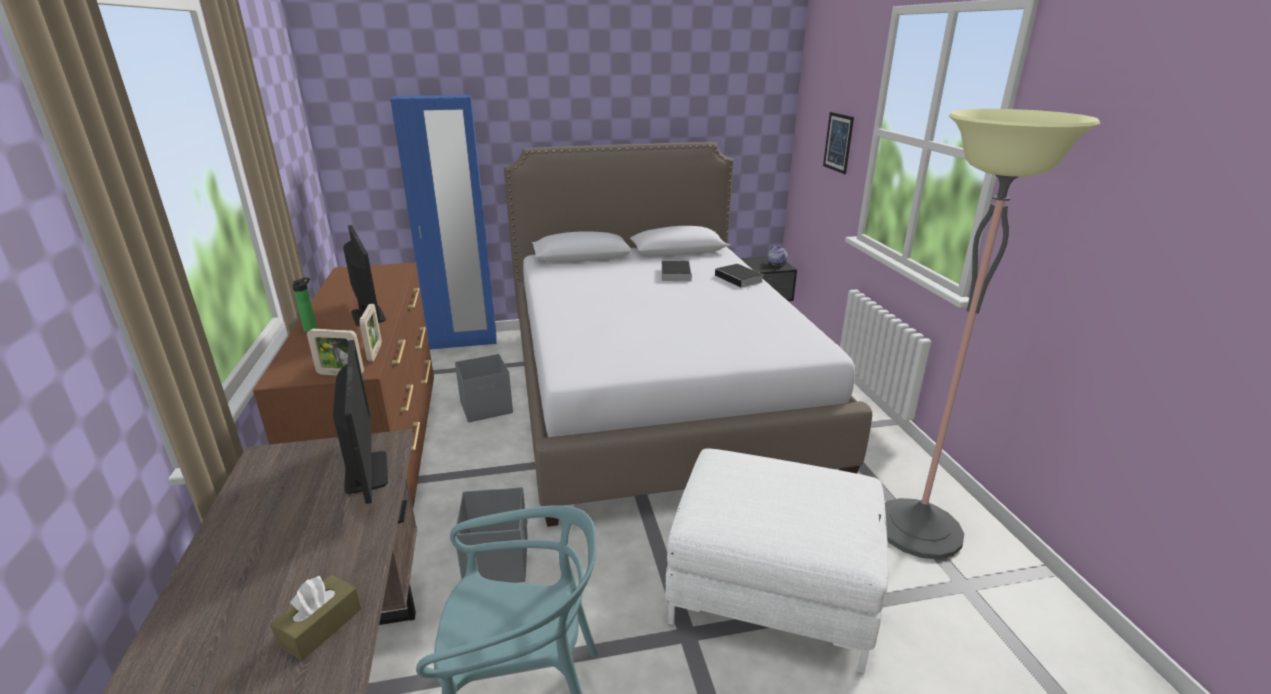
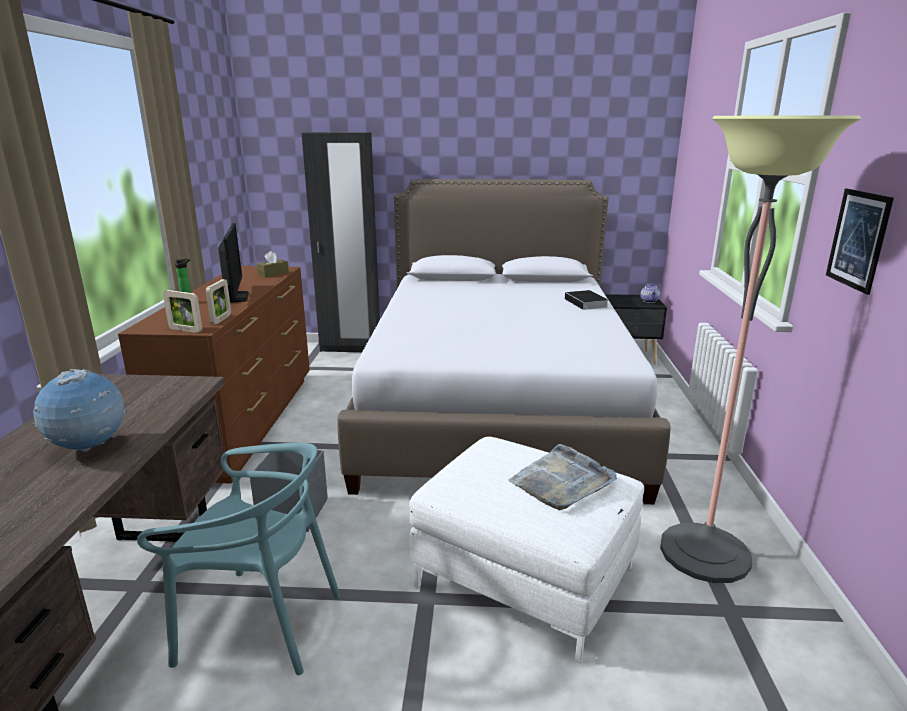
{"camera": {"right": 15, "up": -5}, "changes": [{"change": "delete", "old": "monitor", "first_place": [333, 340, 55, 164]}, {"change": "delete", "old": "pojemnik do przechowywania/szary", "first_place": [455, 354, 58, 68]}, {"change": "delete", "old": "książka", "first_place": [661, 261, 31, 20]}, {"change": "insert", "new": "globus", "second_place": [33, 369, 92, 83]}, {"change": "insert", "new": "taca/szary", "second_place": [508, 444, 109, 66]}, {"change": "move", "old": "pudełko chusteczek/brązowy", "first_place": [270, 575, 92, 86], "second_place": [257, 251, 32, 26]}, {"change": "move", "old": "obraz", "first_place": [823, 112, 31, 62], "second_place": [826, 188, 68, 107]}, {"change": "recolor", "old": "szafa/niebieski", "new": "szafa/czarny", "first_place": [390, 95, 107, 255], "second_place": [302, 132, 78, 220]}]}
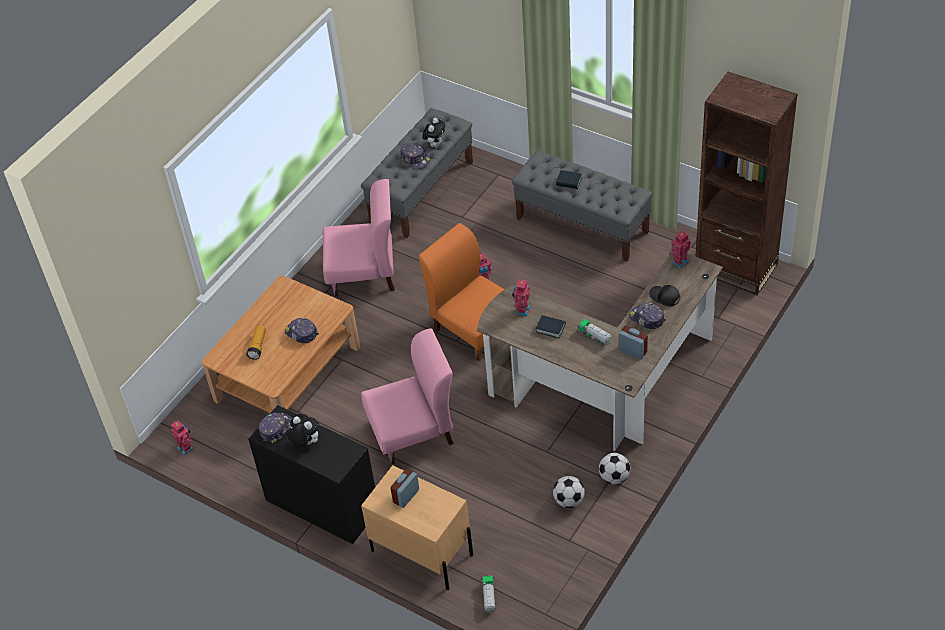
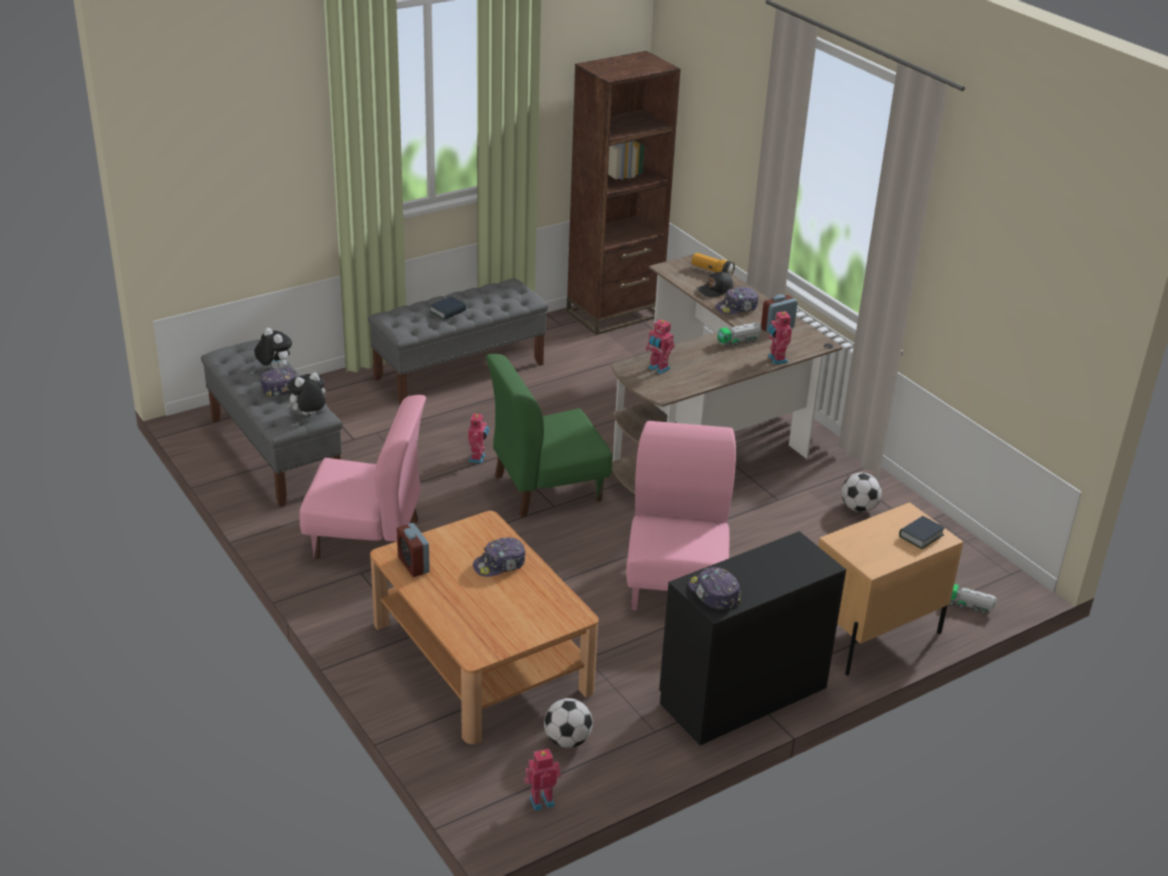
{"camera": {"right": -70, "up": -15}, "changes": [{"change": "move", "old": "latarka", "first_place": [247, 326, 19, 34], "second_place": [692, 253, 43, 23]}, {"change": "move", "old": "pluszak", "first_place": [287, 414, 32, 33], "second_place": [286, 372, 40, 43]}, {"change": "move", "old": "budzik", "first_place": [390, 469, 29, 39], "second_place": [397, 523, 33, 54]}, {"change": "move", "old": "książka", "first_place": [536, 315, 30, 24], "second_place": [899, 516, 46, 33]}, {"change": "move", "old": "piłka futbolowa", "first_place": [599, 453, 31, 31], "second_place": [544, 698, 49, 50]}, {"change": "move", "old": "robot zabawkowy", "first_place": [670, 231, 21, 37], "second_place": [768, 311, 24, 53]}, {"change": "recolor", "old": "krzesło/pomarańczowy", "new": "krzesło/zielony", "first_place": [419, 223, 86, 138], "second_place": [486, 354, 126, 163]}, {"change": "rotate", "old": "krzesło/różowy", "first_place": [323, 179, 72, 117], "second_place": [300, 395, 126, 164], "degrees": 75}]}
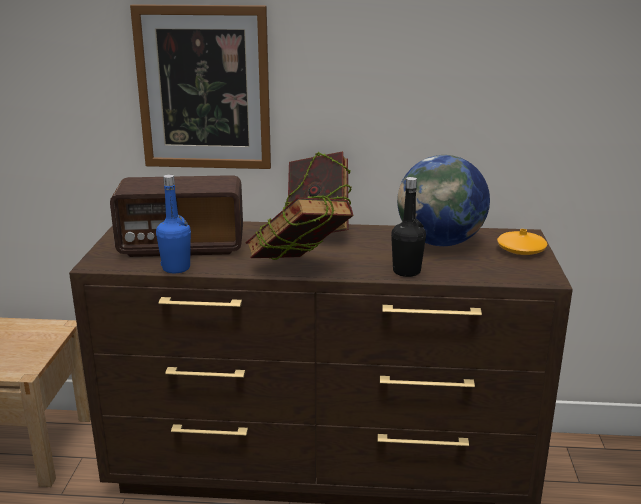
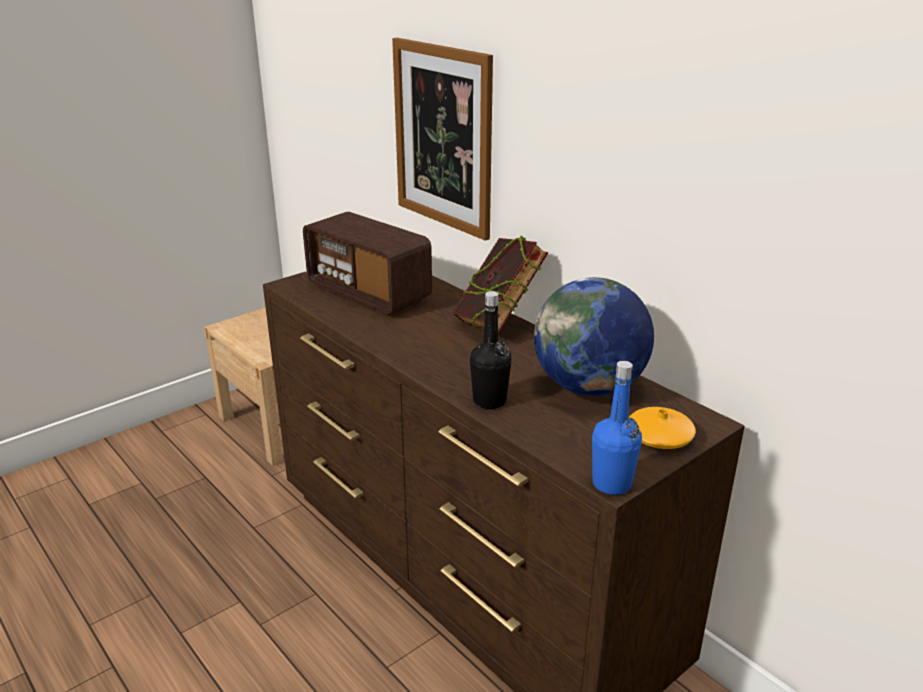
{"camera": {"right": 45, "up": 5}, "changes": [{"change": "delete", "old": "książka", "first_place": [246, 195, 108, 65]}, {"change": "move", "old": "butelka/niebieski", "first_place": [156, 174, 35, 99], "second_place": [592, 361, 50, 134]}]}
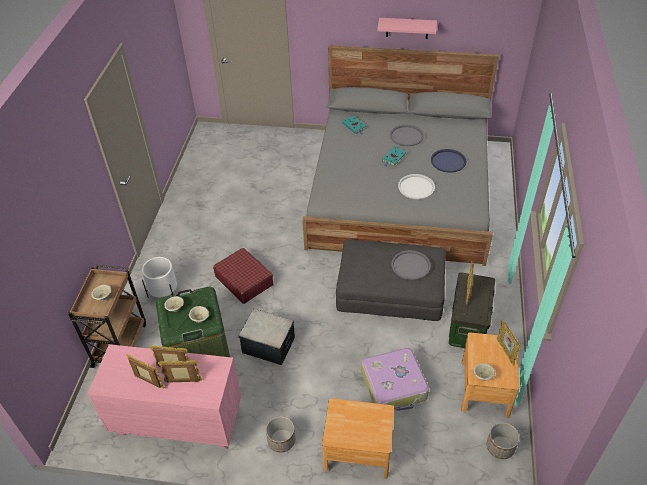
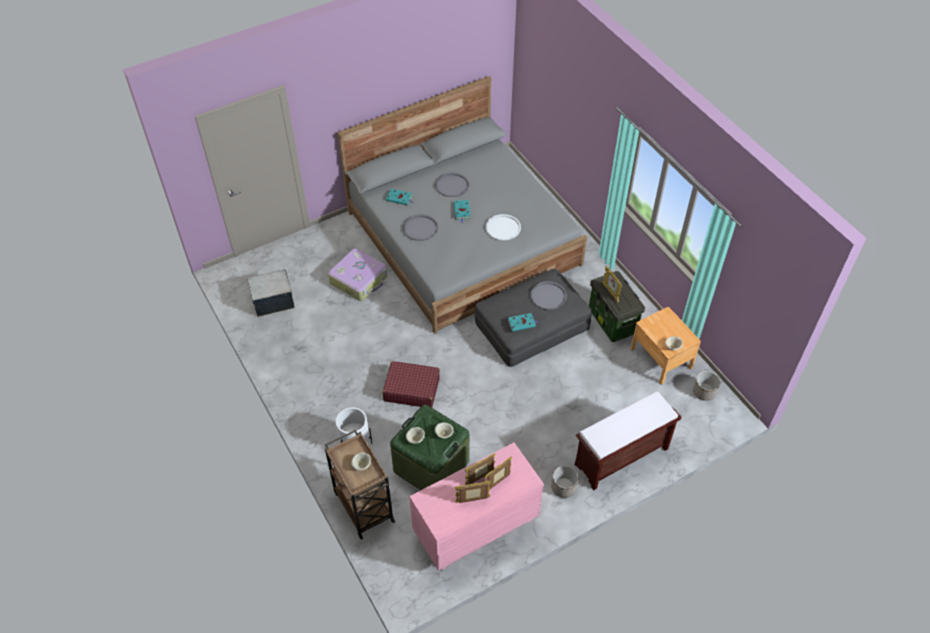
{"camera": {"right": -40, "up": 5}, "changes": [{"change": "delete", "old": "półka/różowy", "first_place": [377, 18, 60, 21]}, {"change": "delete", "old": "taca/niebieski", "first_place": [431, 149, 35, 24]}, {"change": "delete", "old": "ramka na zdjęcie", "first_place": [497, 320, 23, 46]}, {"change": "insert", "new": "taca/szary", "second_place": [403, 214, 35, 27]}, {"change": "insert", "new": "książka/turkusowy", "second_place": [508, 313, 30, 19]}, {"change": "move", "old": "pojemnik do przechowywania", "first_place": [238, 309, 57, 56], "second_place": [247, 269, 48, 48]}, {"change": "move", "old": "walizka", "first_place": [361, 348, 68, 63], "second_place": [328, 248, 60, 53]}, {"change": "replace", "old": "szafka nocna/brązowy", "new": "ławka/brązowy", "first_place": [322, 398, 72, 81], "second_place": [575, 391, 106, 99]}]}
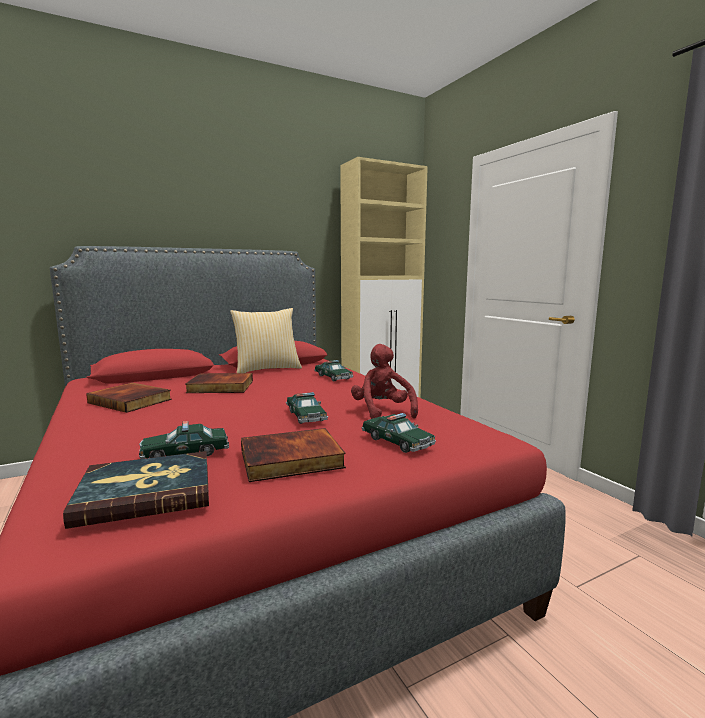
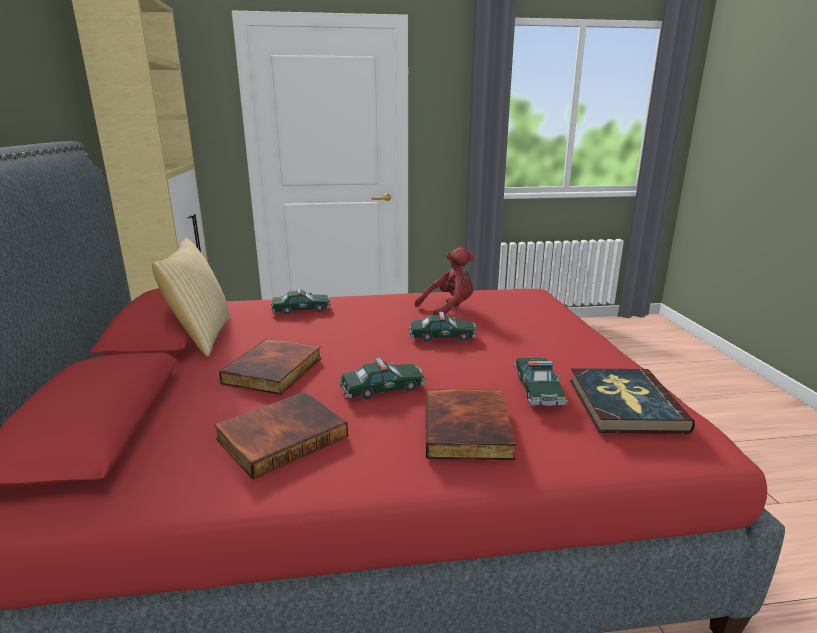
{"camera": {"right": -70, "up": 10}, "changes": [{"change": "move", "old": "książka", "first_place": [241, 428, 105, 54], "second_place": [425, 389, 91, 71]}, {"change": "move", "old": "samochodzik", "first_place": [361, 413, 75, 40], "second_place": [340, 358, 85, 42]}, {"change": "rotate", "old": "pluszak/czerwony", "first_place": [351, 344, 67, 75], "second_place": [415, 247, 59, 68], "degrees": 150}]}
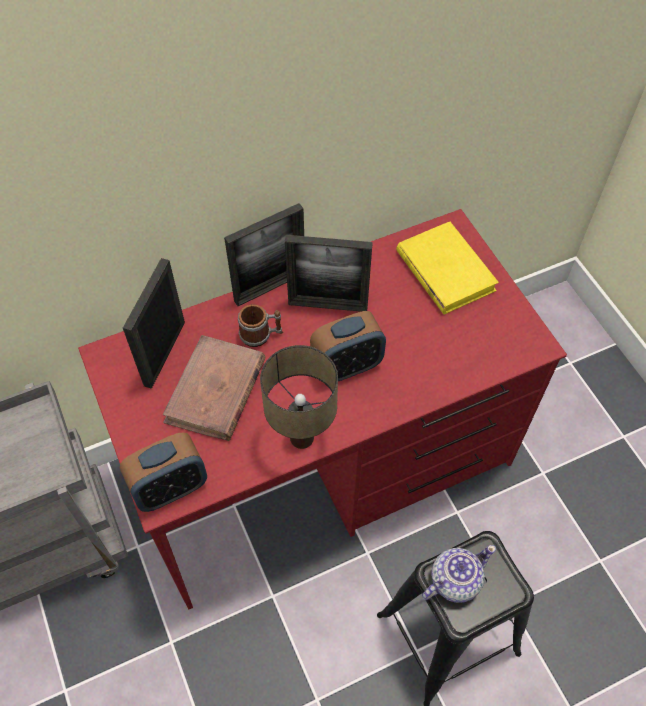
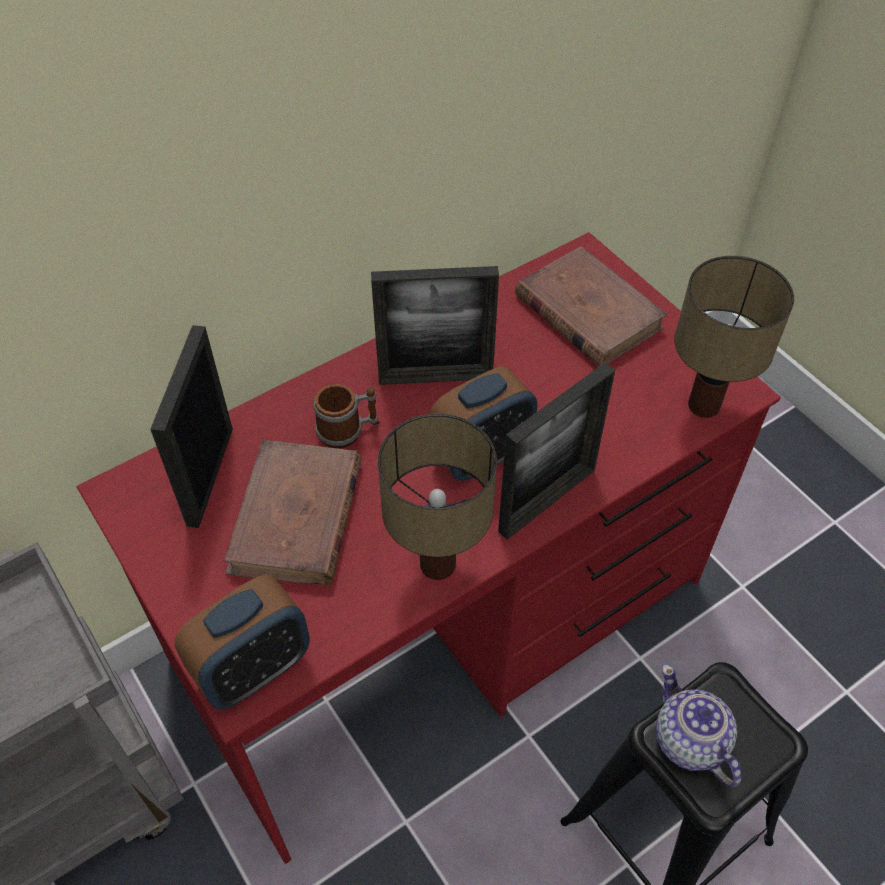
{"camera": {"right": -10, "up": -5}, "changes": [{"change": "insert", "new": "lampa stołowa", "second_place": [674, 256, 120, 162]}, {"change": "move", "old": "ramka na zdjęcie", "first_place": [224, 203, 80, 103], "second_place": [498, 363, 117, 176]}, {"change": "recolor", "old": "książka/żółty", "new": "książka/brązowy", "first_place": [396, 222, 103, 92], "second_place": [515, 246, 152, 120]}, {"change": "rotate", "old": "imbryk", "first_place": [422, 545, 74, 58], "second_place": [656, 664, 86, 123], "degrees": -75}]}
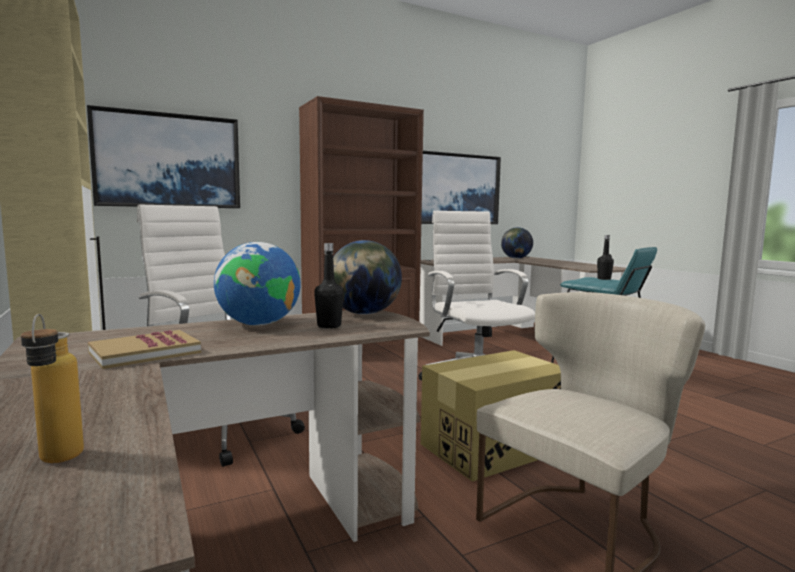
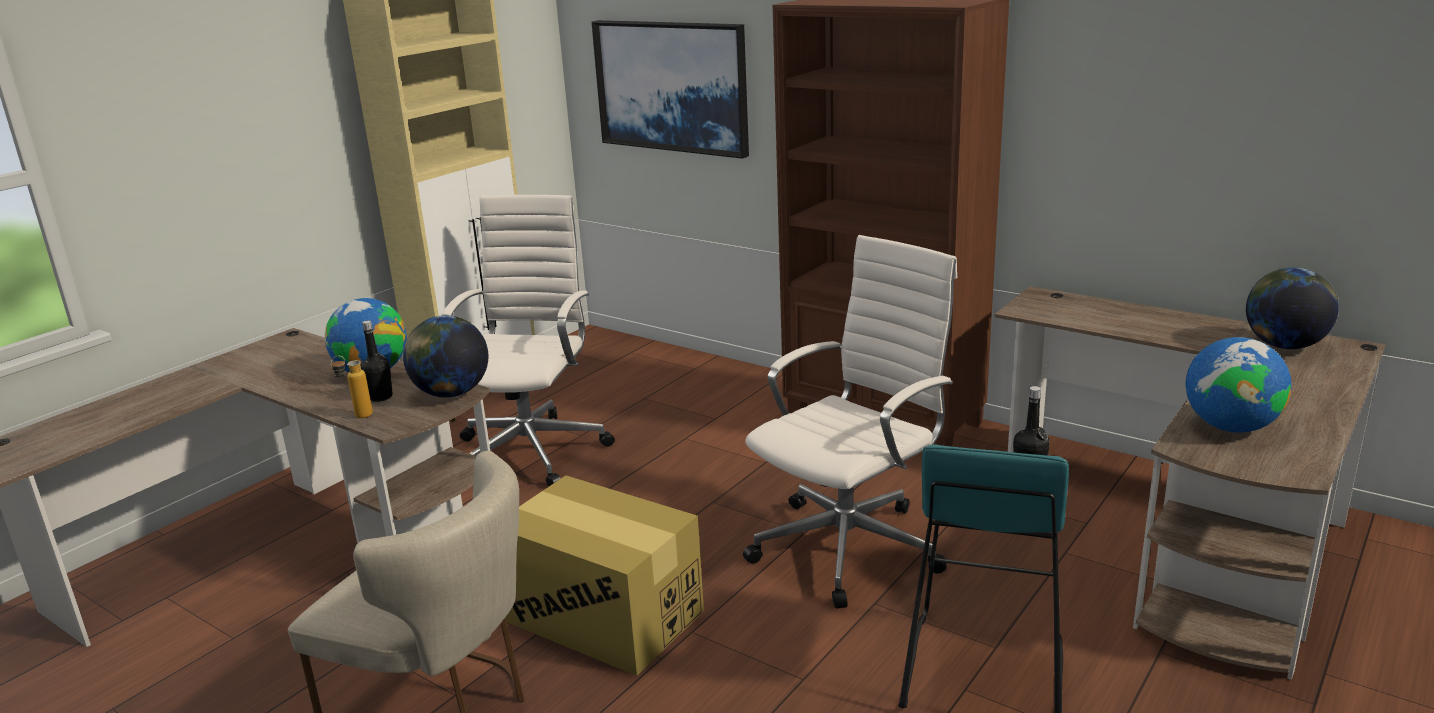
{"camera": {"right": 65, "up": 15}, "changes": [{"change": "delete", "old": "książka", "first_place": [88, 330, 113, 39]}, {"change": "delete", "old": "obraz", "first_place": [421, 151, 80, 73]}, {"change": "insert", "new": "globus", "second_place": [1186, 337, 106, 96]}, {"change": "move", "old": "butelka", "first_place": [21, 314, 63, 149], "second_place": [331, 356, 42, 62]}]}
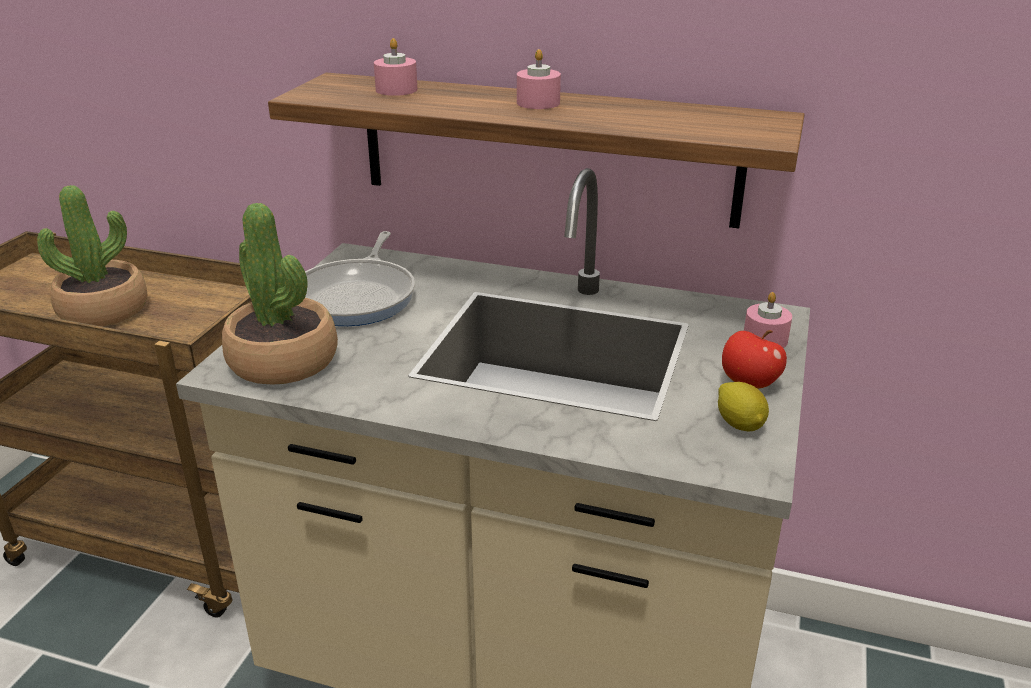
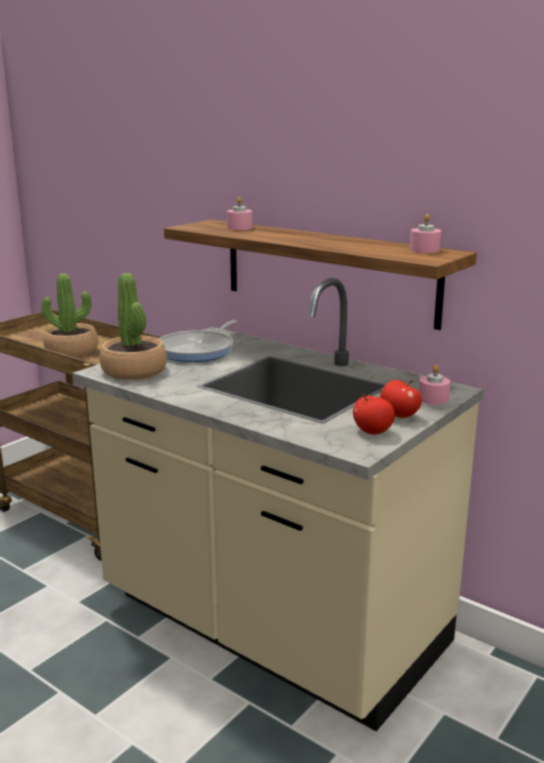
{"camera": {"right": 20, "up": -10}, "changes": [{"change": "move", "old": "świeca/różowy", "first_place": [517, 49, 44, 60], "second_place": [410, 214, 31, 39]}, {"change": "replace", "old": "cytryna", "new": "jabłko", "first_place": [718, 382, 51, 49], "second_place": [353, 394, 42, 40]}]}
